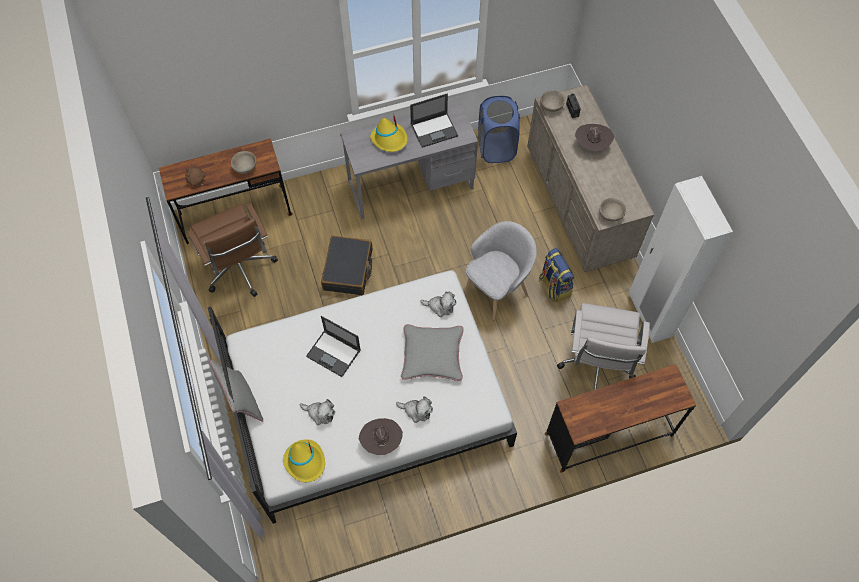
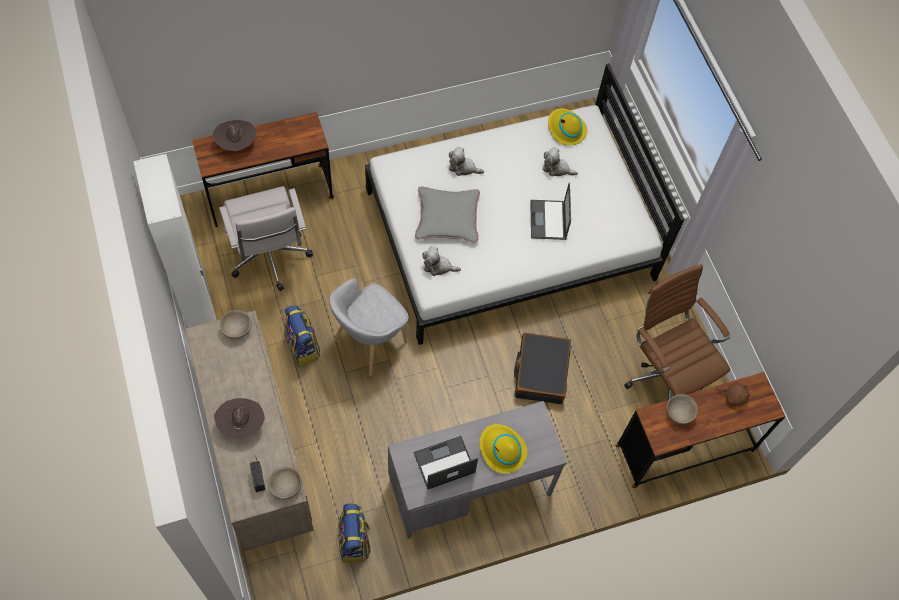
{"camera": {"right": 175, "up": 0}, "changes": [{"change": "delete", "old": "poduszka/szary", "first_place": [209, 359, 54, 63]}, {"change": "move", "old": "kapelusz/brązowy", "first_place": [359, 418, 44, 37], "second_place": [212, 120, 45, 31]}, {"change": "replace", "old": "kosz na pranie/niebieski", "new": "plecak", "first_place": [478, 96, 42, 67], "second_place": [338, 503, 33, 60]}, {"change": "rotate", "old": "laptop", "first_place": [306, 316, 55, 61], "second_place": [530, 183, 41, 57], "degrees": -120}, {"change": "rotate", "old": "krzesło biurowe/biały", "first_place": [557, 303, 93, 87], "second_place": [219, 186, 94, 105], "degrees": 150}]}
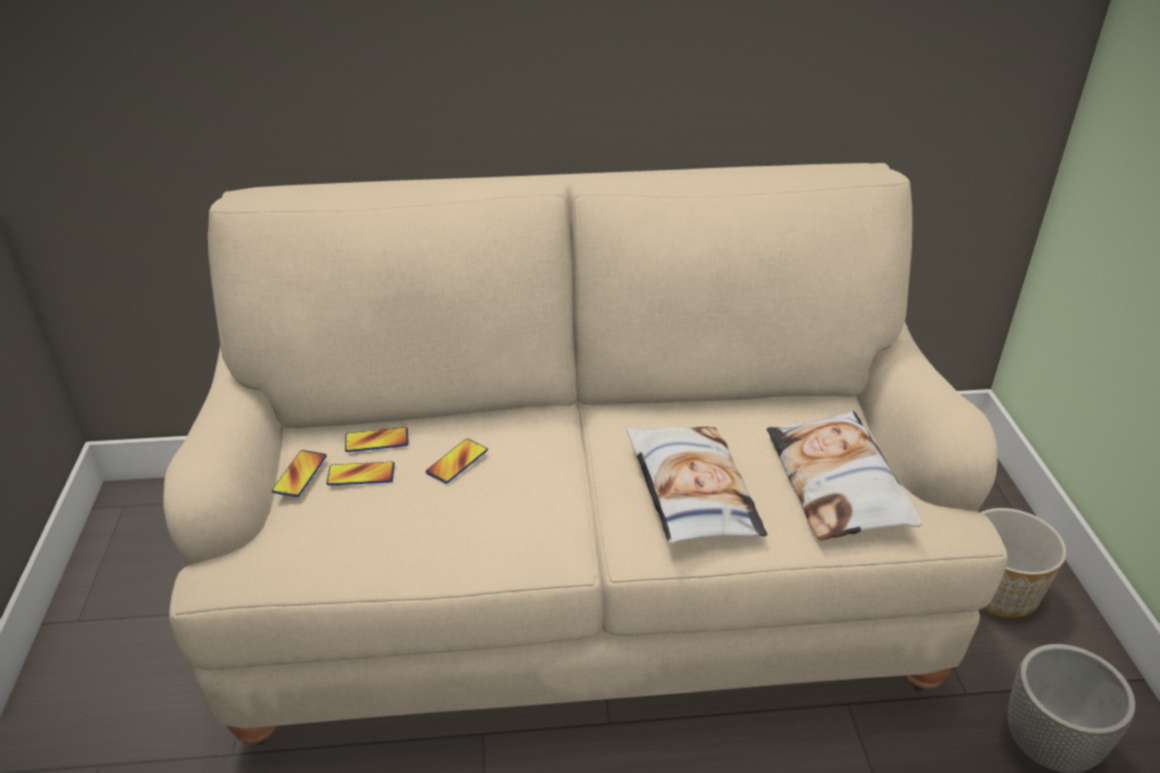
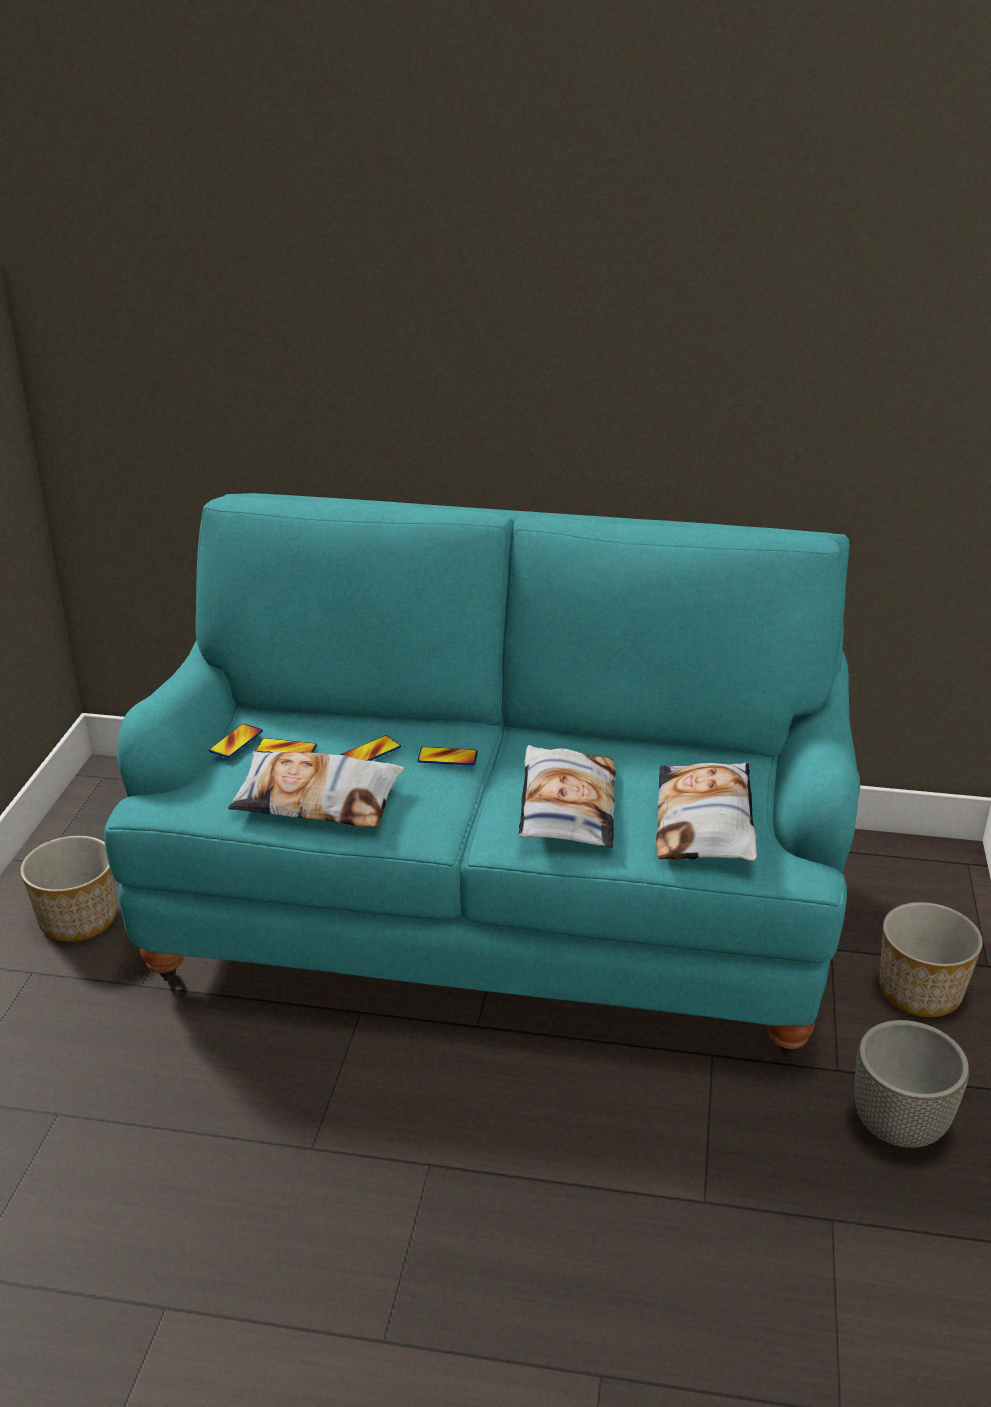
{"camera": {"right": 15, "up": -5}, "changes": [{"change": "insert", "new": "donica", "second_place": [20, 836, 97, 106]}, {"change": "insert", "new": "poduszka", "second_place": [228, 751, 176, 76]}, {"change": "move", "old": "telefon", "first_place": [345, 427, 64, 25], "second_place": [418, 747, 60, 19]}, {"change": "recolor", "old": "kanapa/beżowy", "new": "kanapa/turkusowy", "first_place": [163, 163, 845, 583], "second_place": [104, 493, 756, 563]}]}
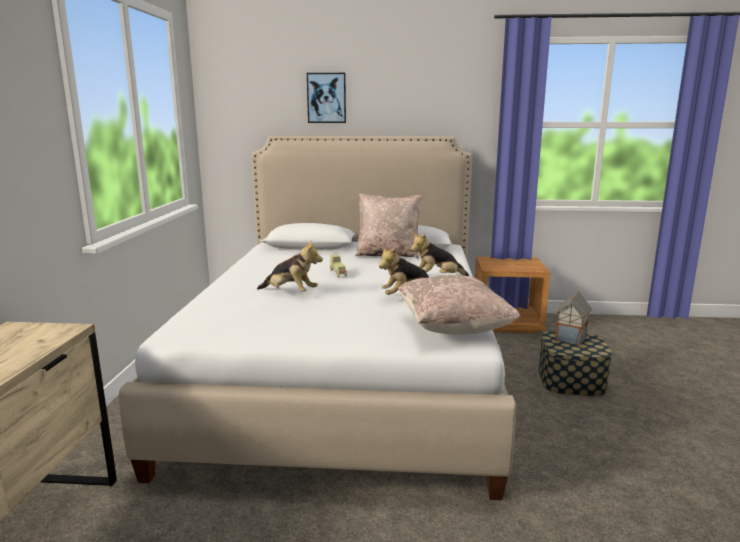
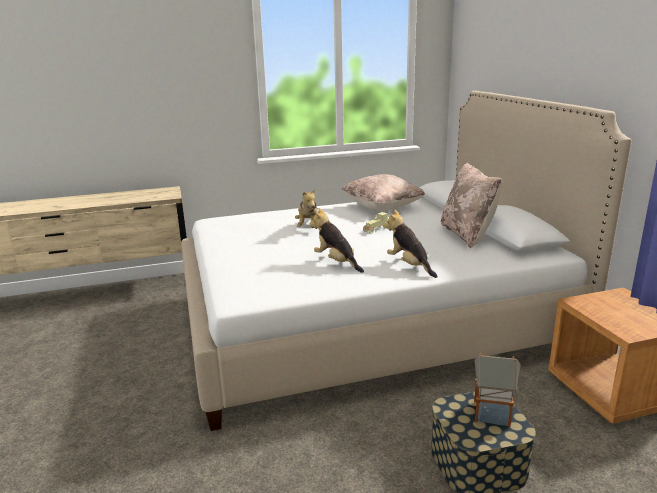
{"camera": {"right": 70, "up": 5}, "changes": [{"change": "delete", "old": "obraz", "first_place": [307, 73, 39, 50]}, {"change": "move", "old": "poduszka/beżowy", "first_place": [398, 275, 123, 60], "second_place": [342, 174, 83, 37]}]}
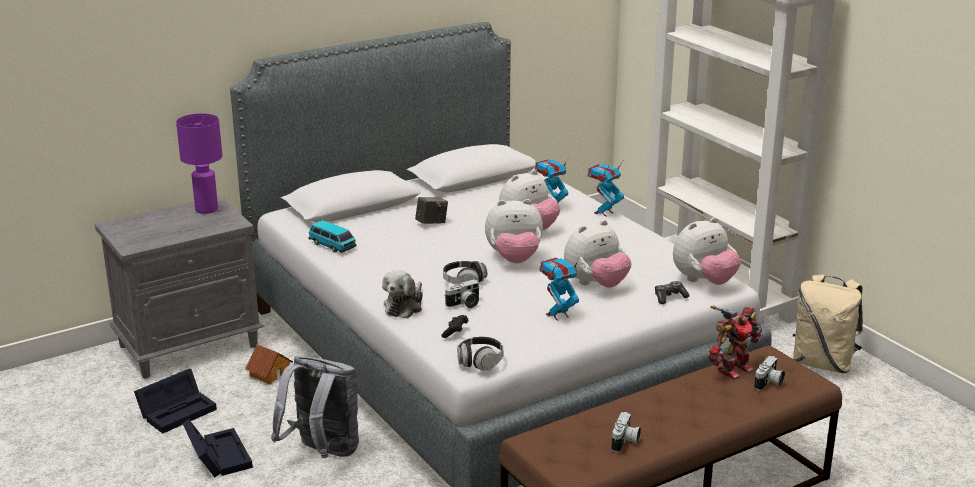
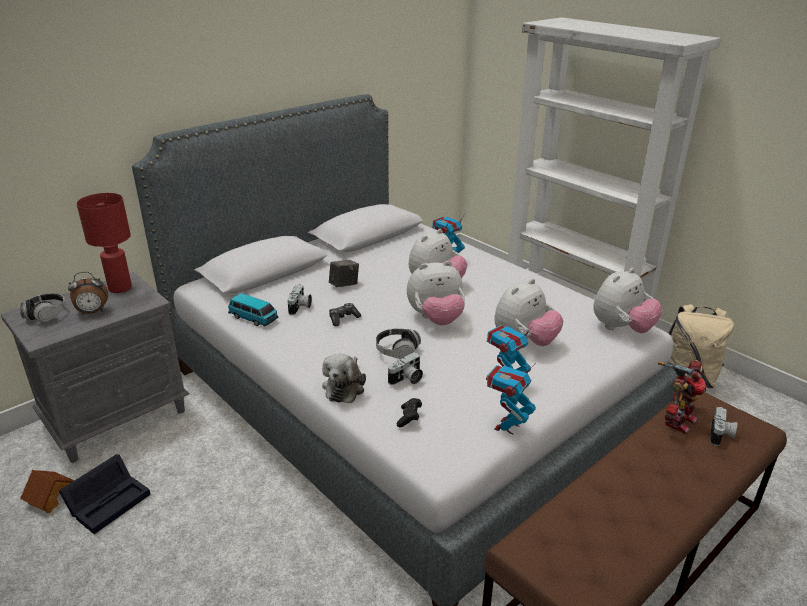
{"camera": {"right": -10, "up": 5}, "changes": [{"change": "delete", "old": "pojemnik do przechowywania/czarny", "first_place": [182, 419, 71, 58]}, {"change": "delete", "old": "plecak/szary", "first_place": [271, 356, 88, 102]}, {"change": "insert", "new": "budzik", "second_place": [68, 272, 40, 43]}, {"change": "move", "old": "domek", "first_place": [245, 344, 48, 40], "second_place": [20, 470, 55, 43]}, {"change": "move", "old": "słuchawki", "first_place": [457, 337, 47, 34], "second_place": [19, 293, 47, 29]}, {"change": "move", "old": "robot zabawkowy", "first_place": [587, 161, 37, 56], "second_place": [486, 363, 50, 72]}, {"change": "move", "old": "aparat fotograficzny", "first_place": [611, 412, 30, 40], "second_place": [287, 285, 25, 30]}, {"change": "move", "old": "pad do gier", "first_place": [655, 281, 34, 23], "second_place": [329, 303, 32, 23]}, {"change": "recolor", "old": "lampa stołowa/fioletowy", "new": "lampa stołowa/czerwony", "first_place": [176, 113, 46, 101], "second_place": [76, 193, 56, 100]}]}
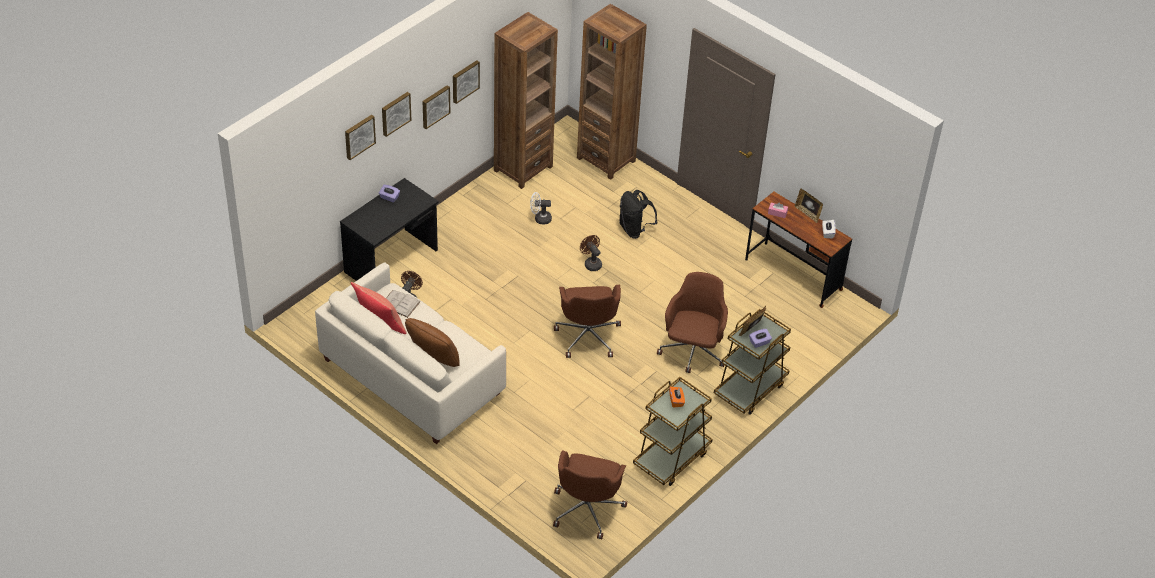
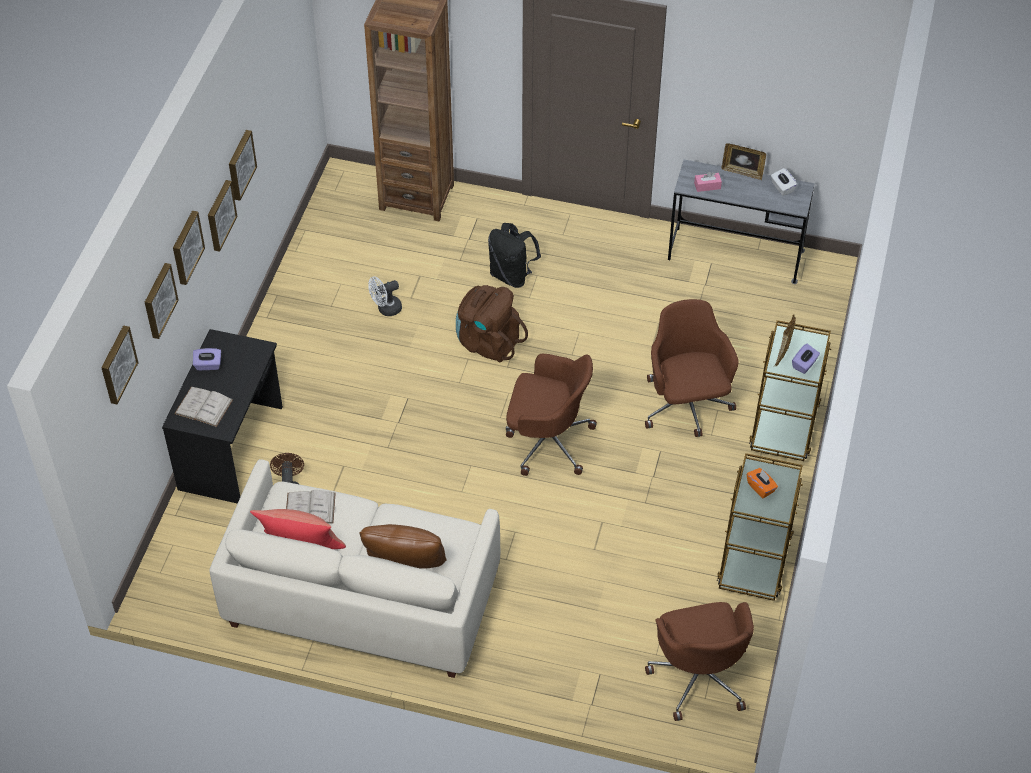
{"camera": {"right": -25, "up": 5}, "changes": [{"change": "delete", "old": "regał/brązowy", "first_place": [494, 12, 64, 177]}, {"change": "insert", "new": "obraz", "second_place": [102, 325, 36, 79]}, {"change": "insert", "new": "książka/biały", "second_place": [174, 387, 59, 40]}, {"change": "replace", "old": "wentylator/brązowy", "new": "plecak/brązowy", "first_place": [580, 235, 22, 36], "second_place": [456, 285, 72, 77]}, {"change": "recolor", "old": "biurko/brązowy", "new": "biurko/szary", "first_place": [745, 192, 107, 116], "second_place": [668, 160, 147, 124]}, {"change": "rotate", "old": "krzesło biurowe/brązowy", "first_place": [554, 285, 67, 73], "second_place": [506, 354, 91, 122], "degrees": -45}]}
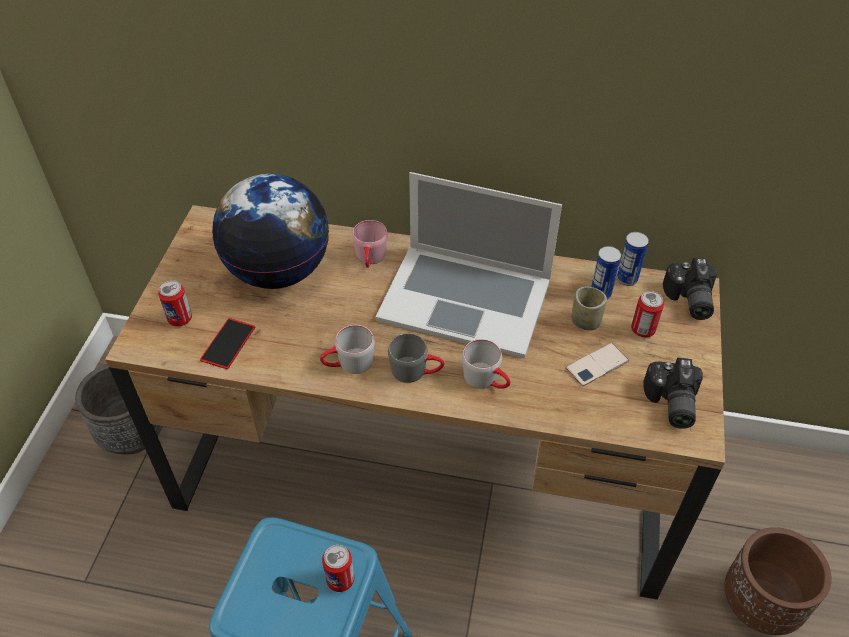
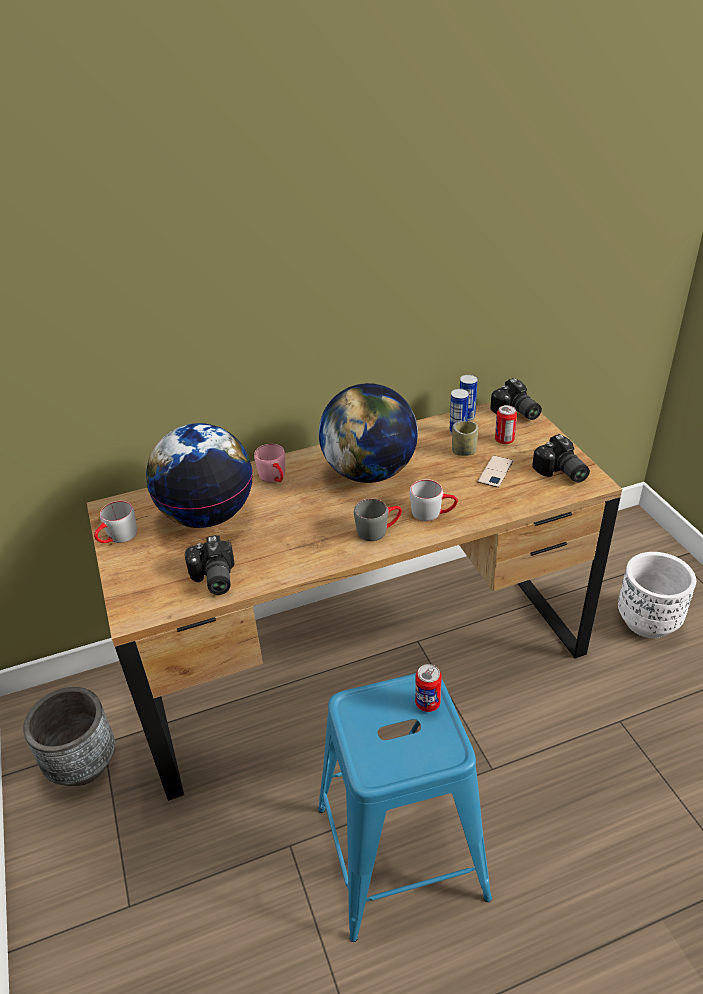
{"camera": {"right": -30, "up": -10}, "changes": [{"change": "delete", "old": "puszka", "first_place": [158, 280, 34, 47]}, {"change": "move", "old": "kubek/szary", "first_place": [320, 325, 55, 49], "second_place": [94, 501, 43, 42]}, {"change": "replace", "old": "telefon", "new": "aparat fotograficzny", "first_place": [200, 318, 55, 51], "second_place": [185, 535, 50, 60]}, {"change": "replace", "old": "laptop", "new": "globus", "first_place": [375, 172, 187, 187], "second_place": [319, 383, 99, 100]}, {"change": "recolor", "old": "donica/brązowy", "new": "donica/biały", "first_place": [724, 527, 107, 108], "second_place": [618, 552, 78, 86]}]}
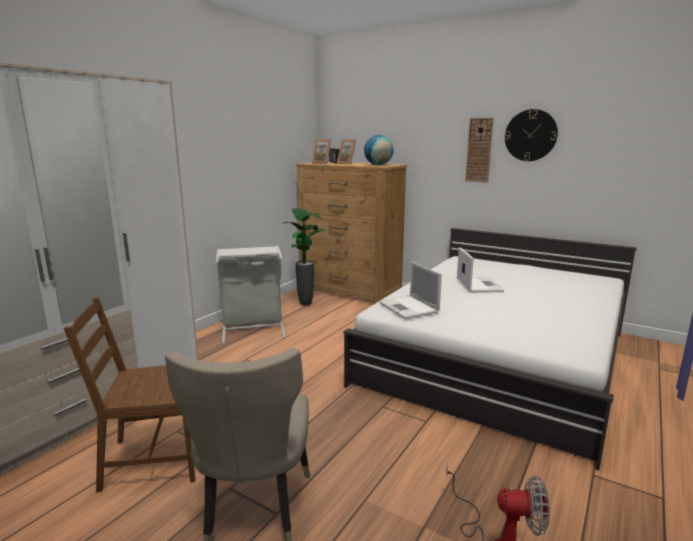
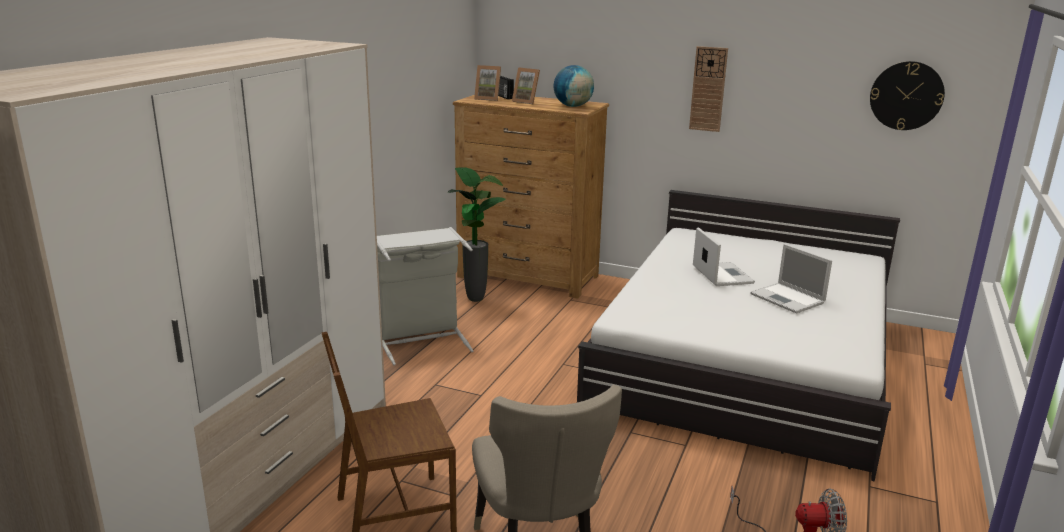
{"camera": {"right": -10, "up": 5}, "changes": [{"change": "move", "old": "laptop", "first_place": [379, 262, 63, 57], "second_place": [750, 244, 82, 70]}, {"change": "move", "old": "zegar ścienny", "first_place": [505, 109, 53, 52], "second_place": [870, 61, 75, 69]}]}
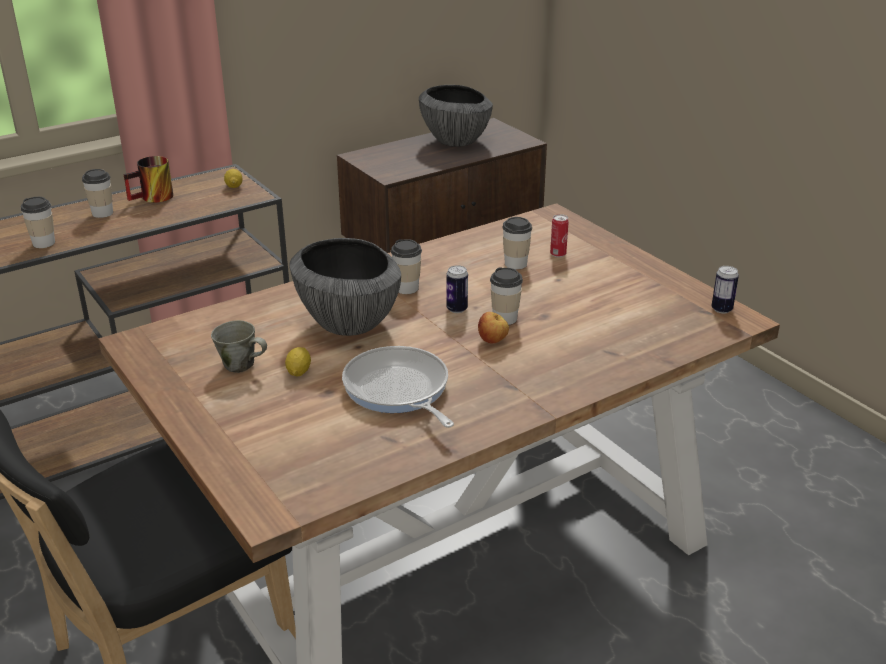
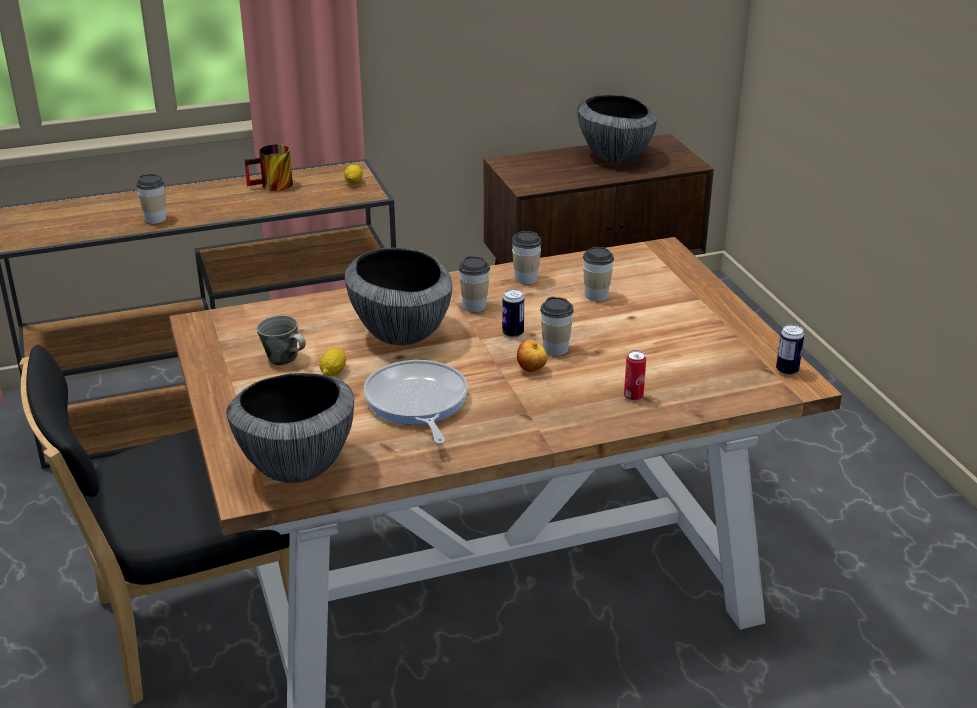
{"camera": {"right": 15, "up": 0}, "changes": [{"change": "insert", "new": "miska", "second_place": [226, 373, 128, 110]}, {"change": "move", "old": "filiżanka", "first_place": [82, 169, 31, 49], "second_place": [512, 231, 30, 54]}, {"change": "move", "old": "puszka", "first_place": [550, 214, 19, 43], "second_place": [624, 350, 22, 51]}]}
